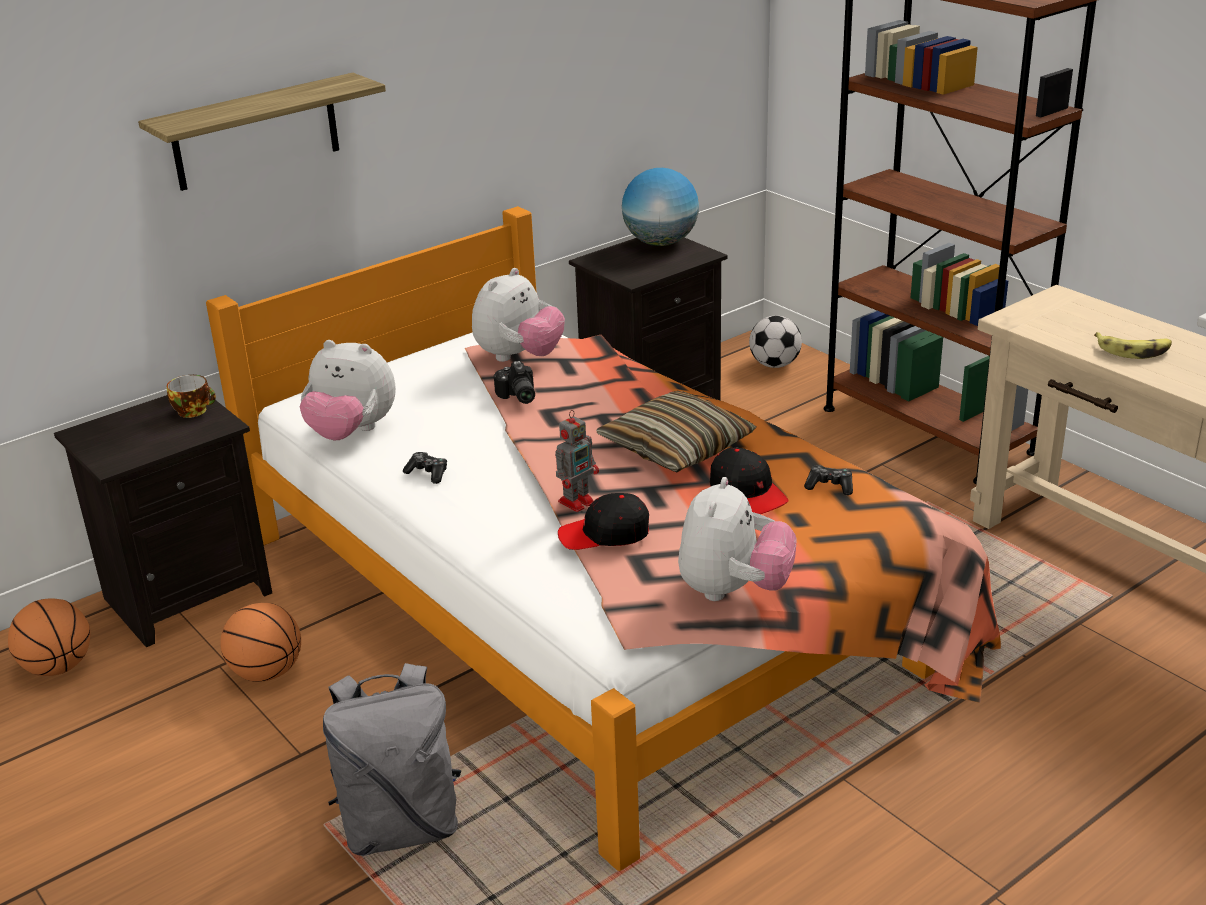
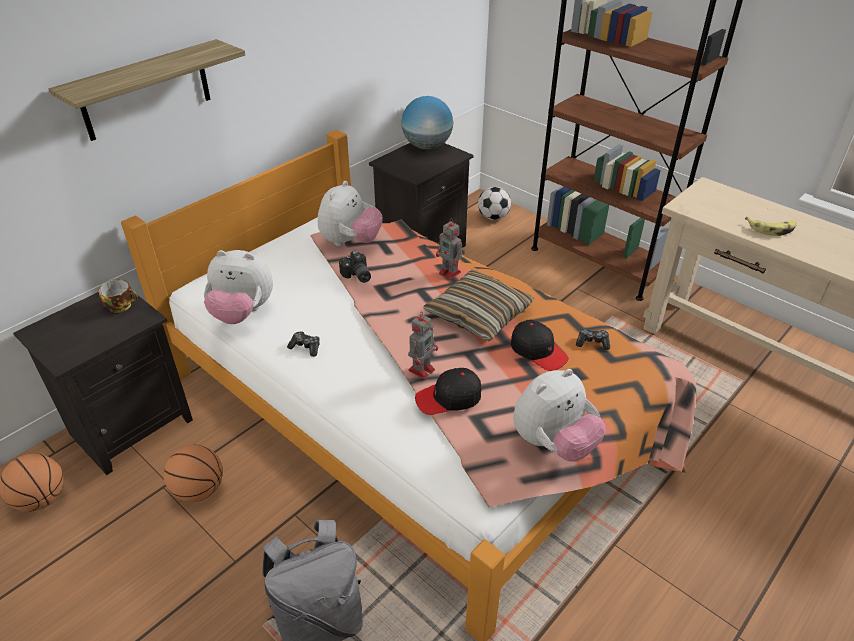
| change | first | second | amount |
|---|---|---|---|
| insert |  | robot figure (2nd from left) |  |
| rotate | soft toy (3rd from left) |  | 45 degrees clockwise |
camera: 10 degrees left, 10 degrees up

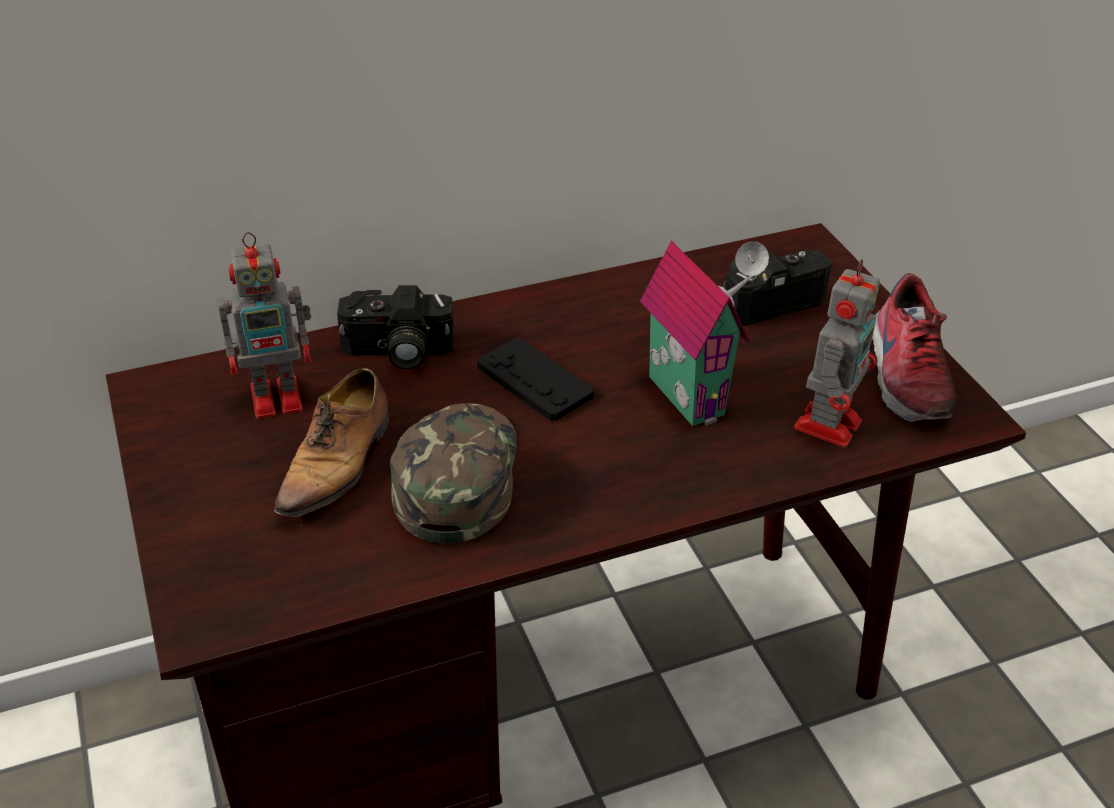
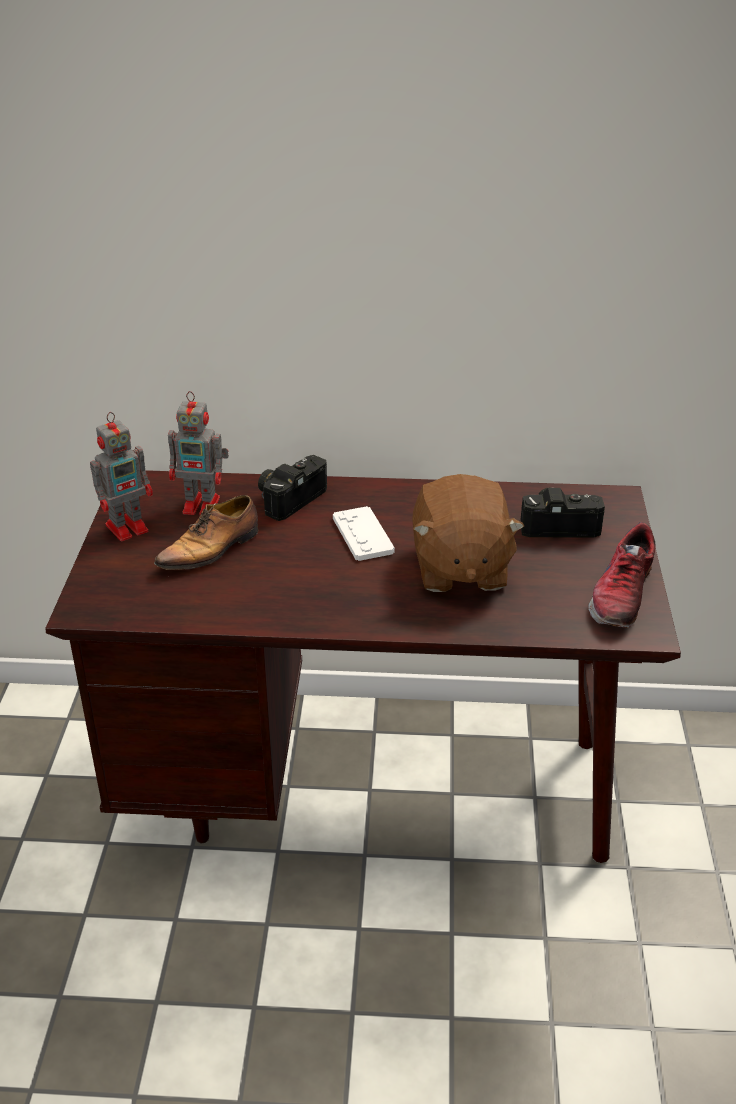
| change | first | second | amount |
|---|---|---|---|
| move | robot figure (2nd from left in the first image) | robot figure (1st from left) |  |
| rotate | photo camera (1st from left) |  | 105 degrees clockwise |
| recolor | game controller/blackish | game controller/white-coloured |  |
| replace | model house | soft toy/brownish |  |
| delete | baseball cap/green |  |  |
camera: 25 degrees right, 5 degrees down

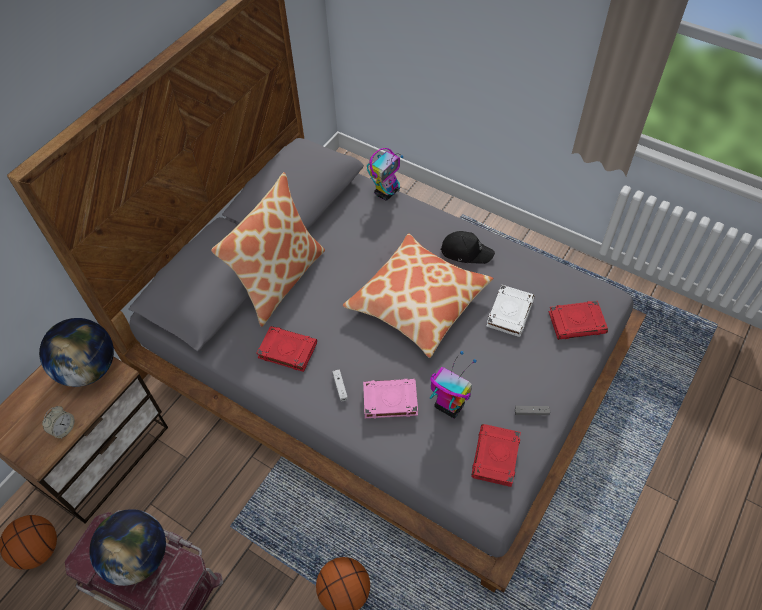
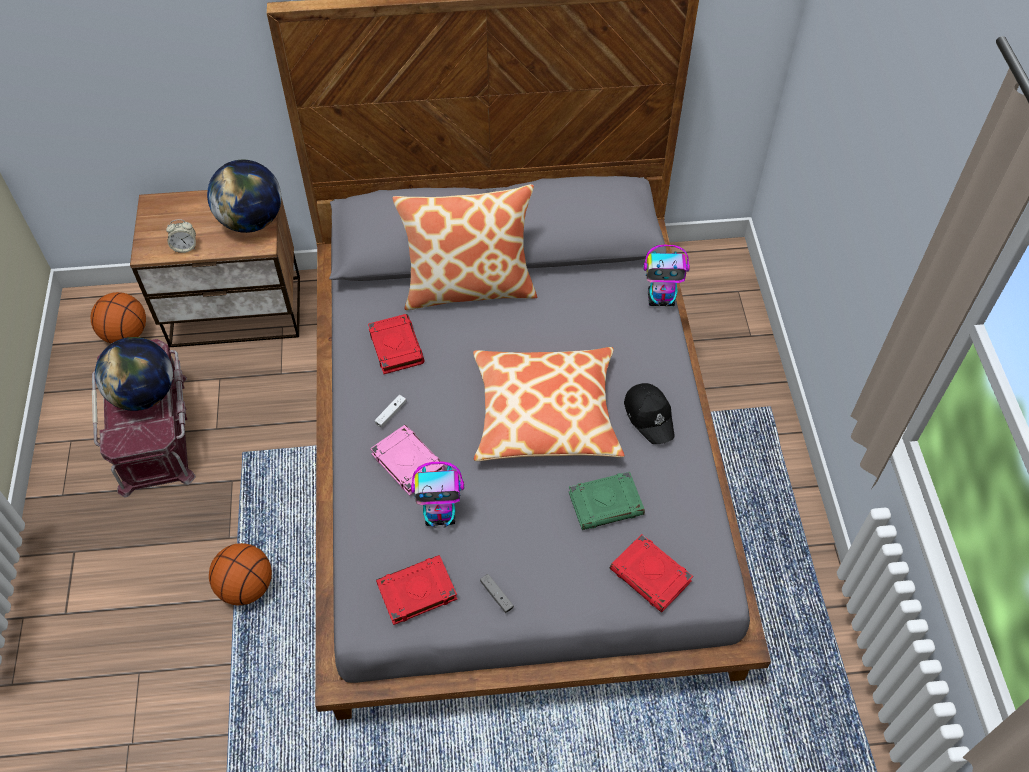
| change | first | second | amount |
|---|---|---|---|
| rotate | robot figure (2nd from left in the first image) | robot figure (1st from left) | 90 degrees clockwise |
| recolor | book/white-coloured | book/green |  |
camera: 50 degrees right, 0 degrees up

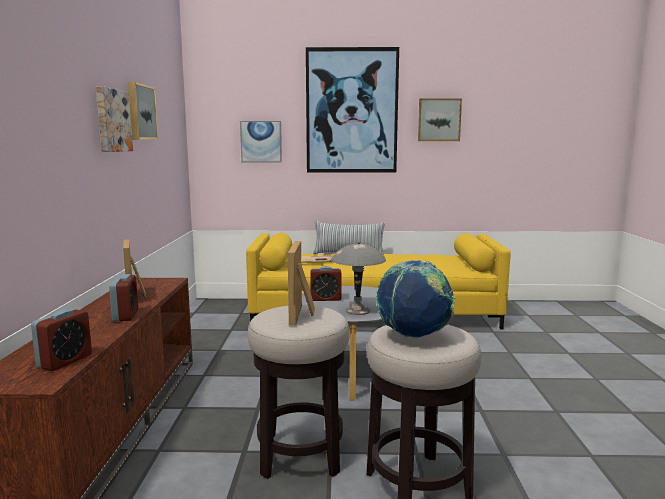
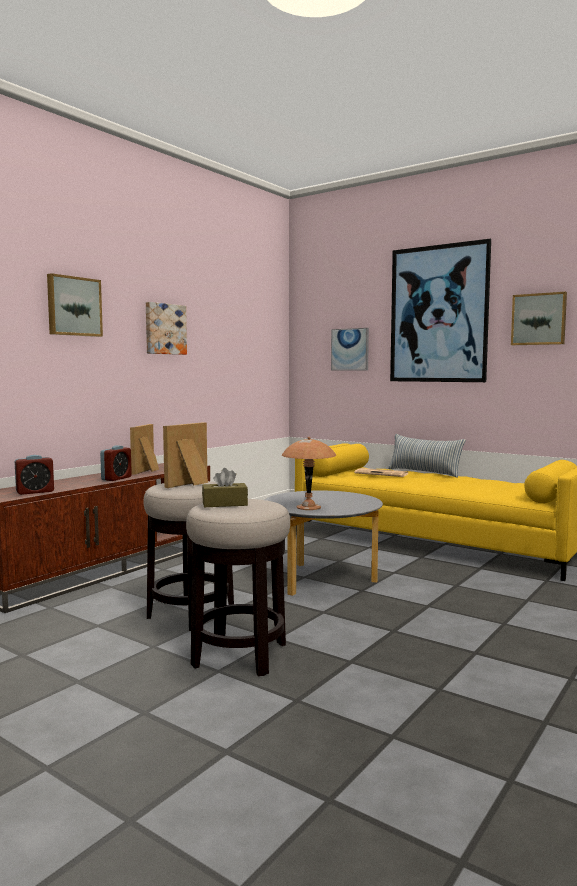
| change | first | second | amount |
|---|---|---|---|
| move | wall art (2nd from left in the first image) | wall art (1st from left) |  |
| replace | world globe | tissue box/brownish |  |
| recolor | table lamp/grey | table lamp/brownish |  |
| delete | alarm clock (3rd from left) |  |  |
camera: 35 degrees right, 5 degrees down

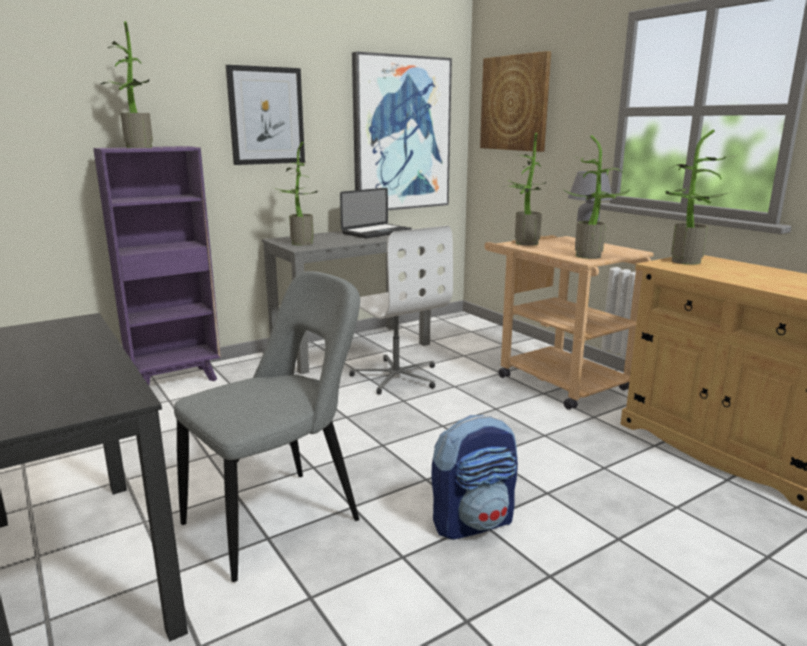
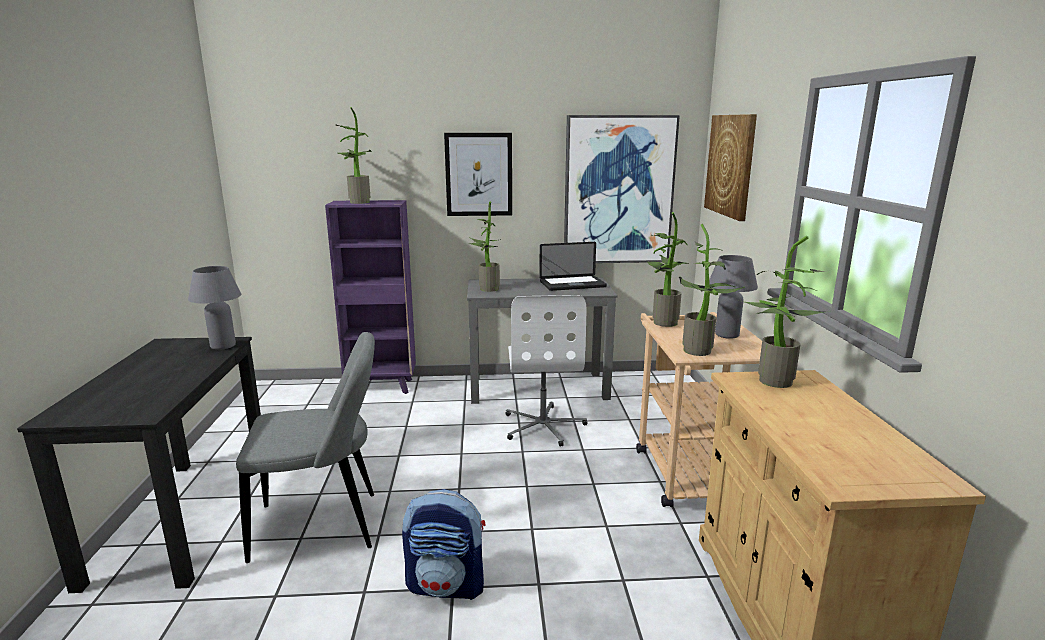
| change | first | second | amount |
|---|---|---|---|
| insert |  | table lamp/grey (1st from left) |  |
camera: 30 degrees right, 0 degrees up

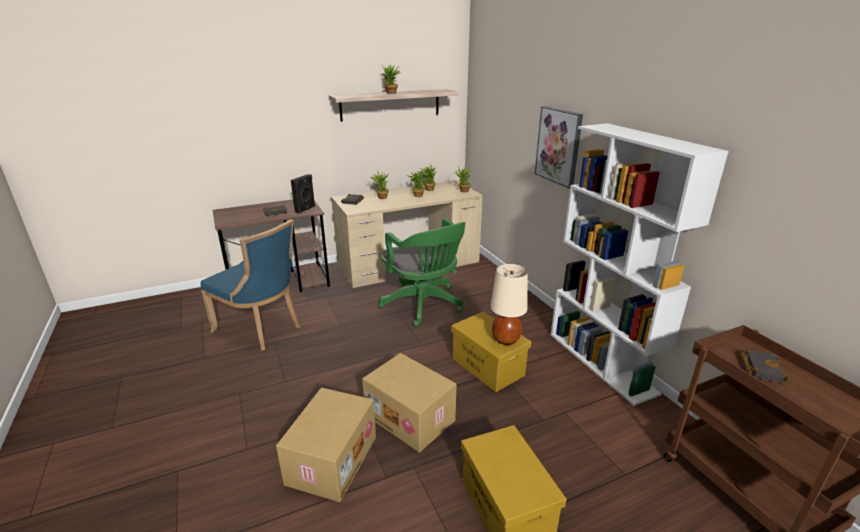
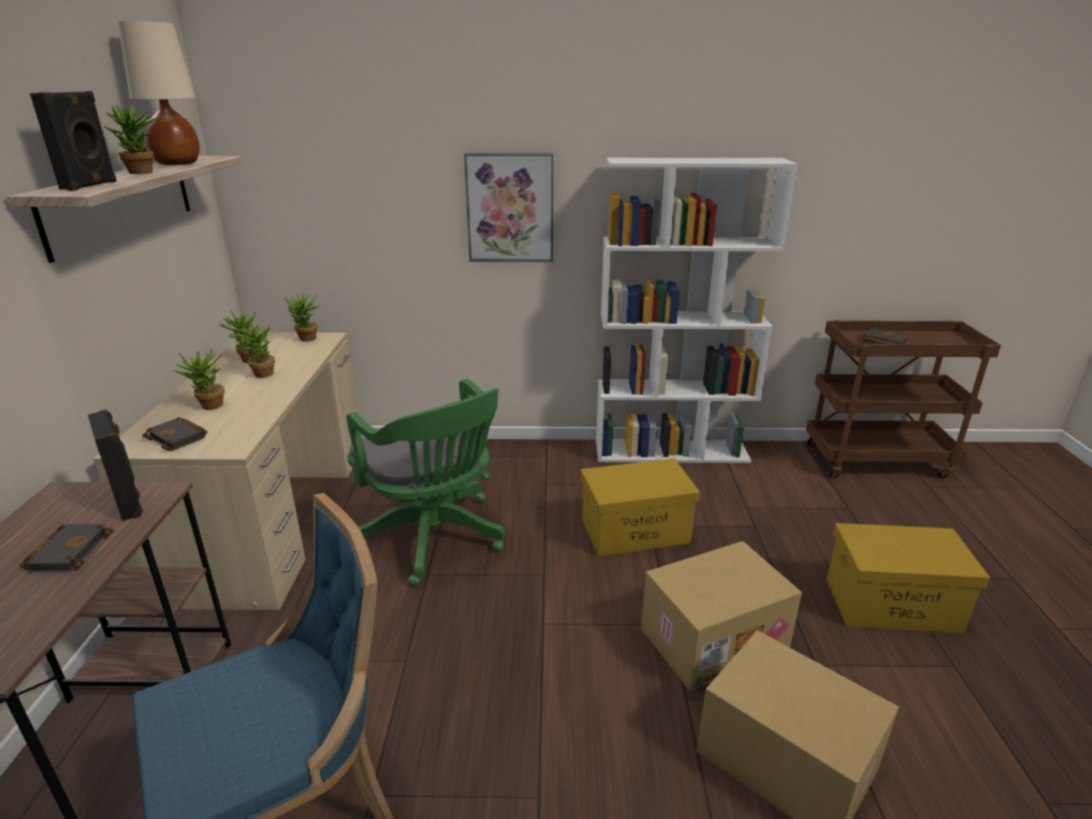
| change | first | second | amount |
|---|---|---|---|
| insert |  | loudspeaker/blackish (1st from left) |  |
| move | table lamp/beige-coloured |  |  |
| rotate | office chair/green |  | 60 degrees clockwise |
camera: 65 degrees left, 0 degrees up

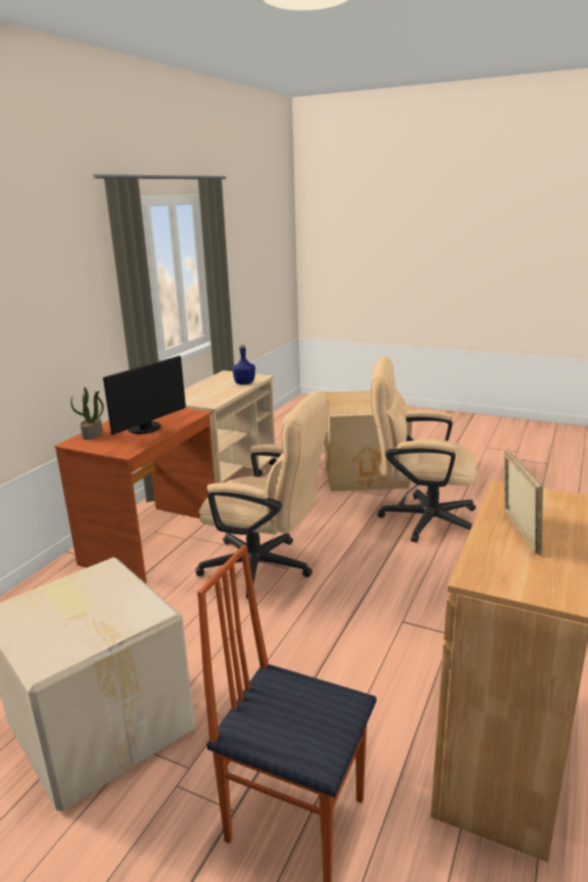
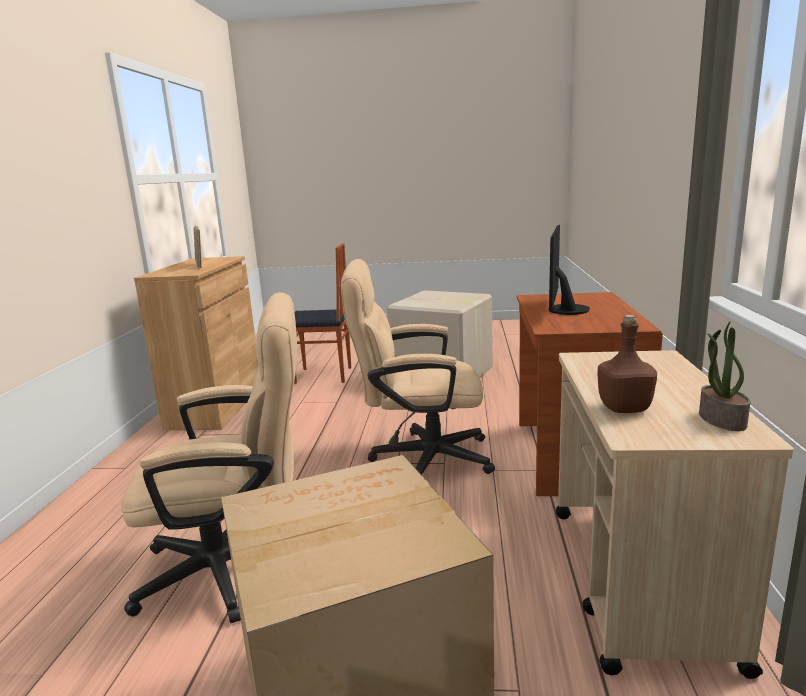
| change | first | second | amount |
|---|---|---|---|
| recolor | drink bottle/blue-coloured | drink bottle/brownish |  |
| move | potted plant |  |  |
camera: 160 degrees right, 5 degrees down

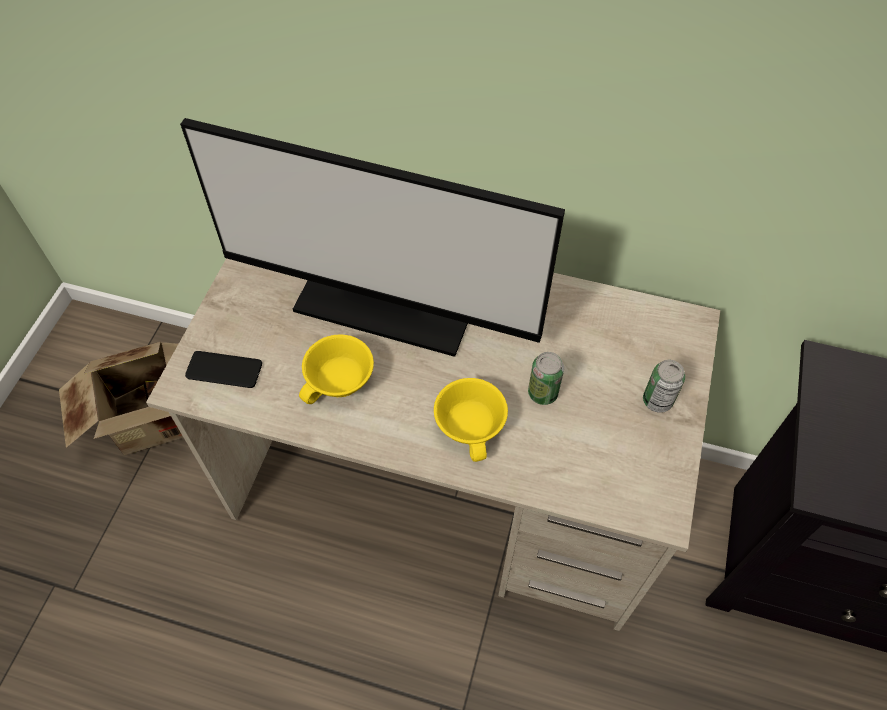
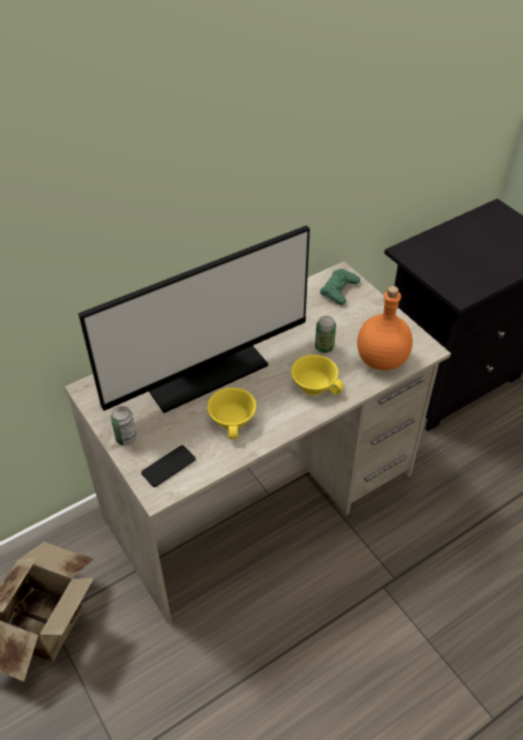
| change | first | second | amount |
|---|---|---|---|
| move | metal can (2nd from left in the first image) | metal can (1st from left) |  |
| insert |  | game controller/green |  |
| insert |  | drink bottle/orangey |  |
camera: 50 degrees left, 10 degrees down

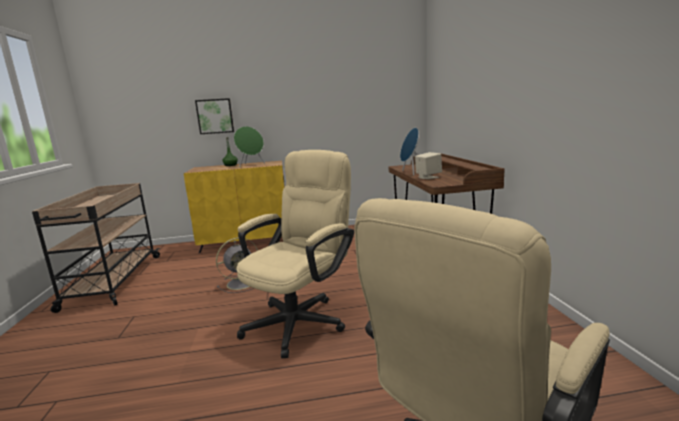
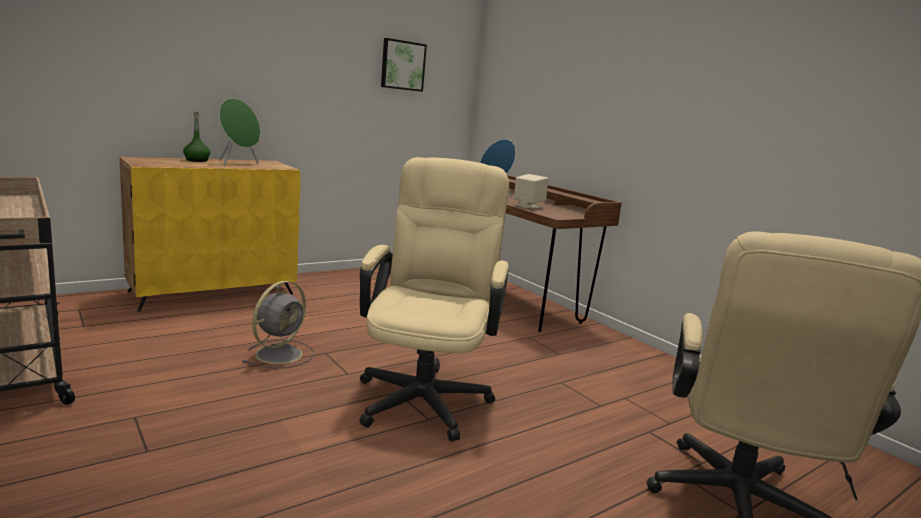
| change | first | second | amount |
|---|---|---|---|
| move | wall art |  |  |
camera: 30 degrees left, 0 degrees up

